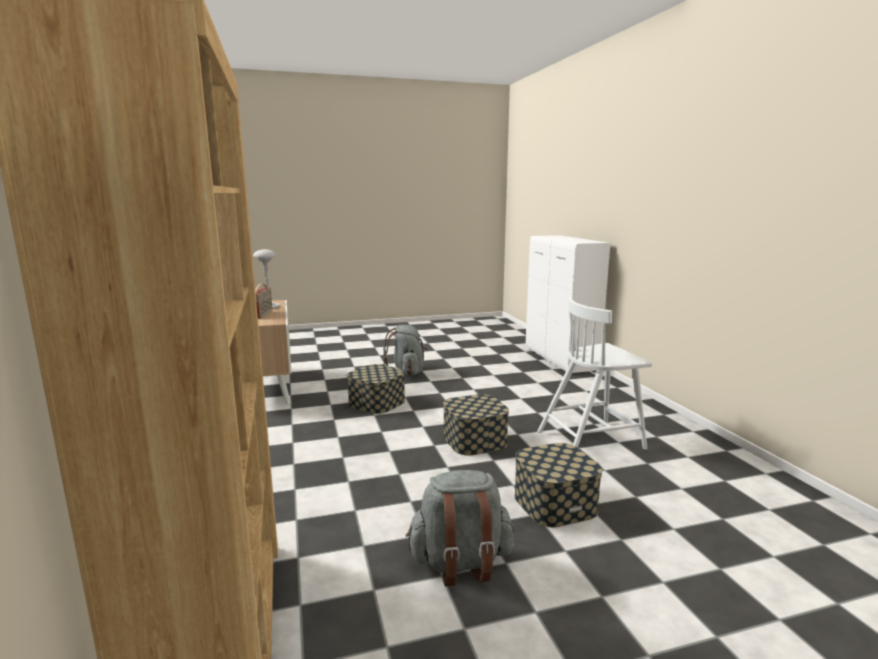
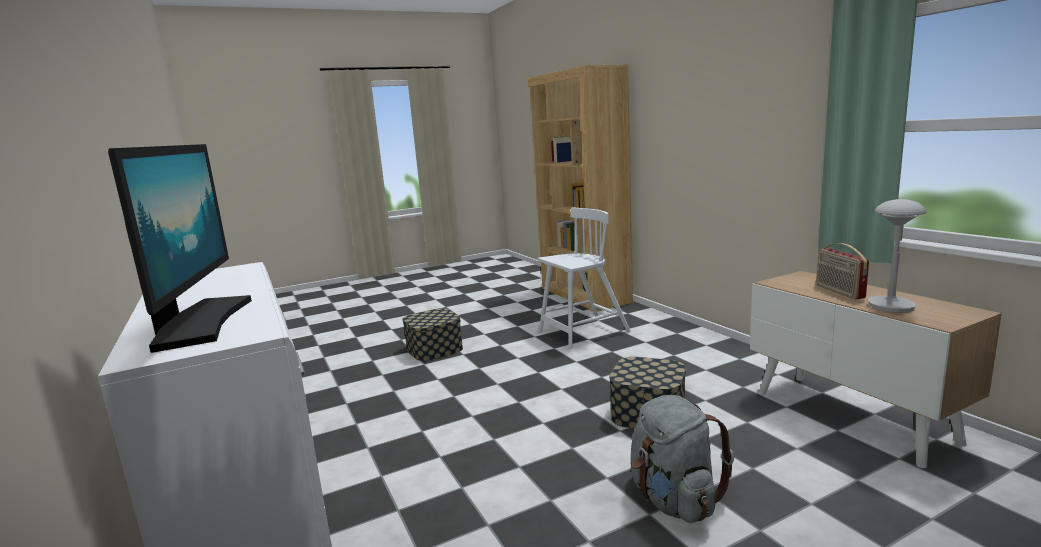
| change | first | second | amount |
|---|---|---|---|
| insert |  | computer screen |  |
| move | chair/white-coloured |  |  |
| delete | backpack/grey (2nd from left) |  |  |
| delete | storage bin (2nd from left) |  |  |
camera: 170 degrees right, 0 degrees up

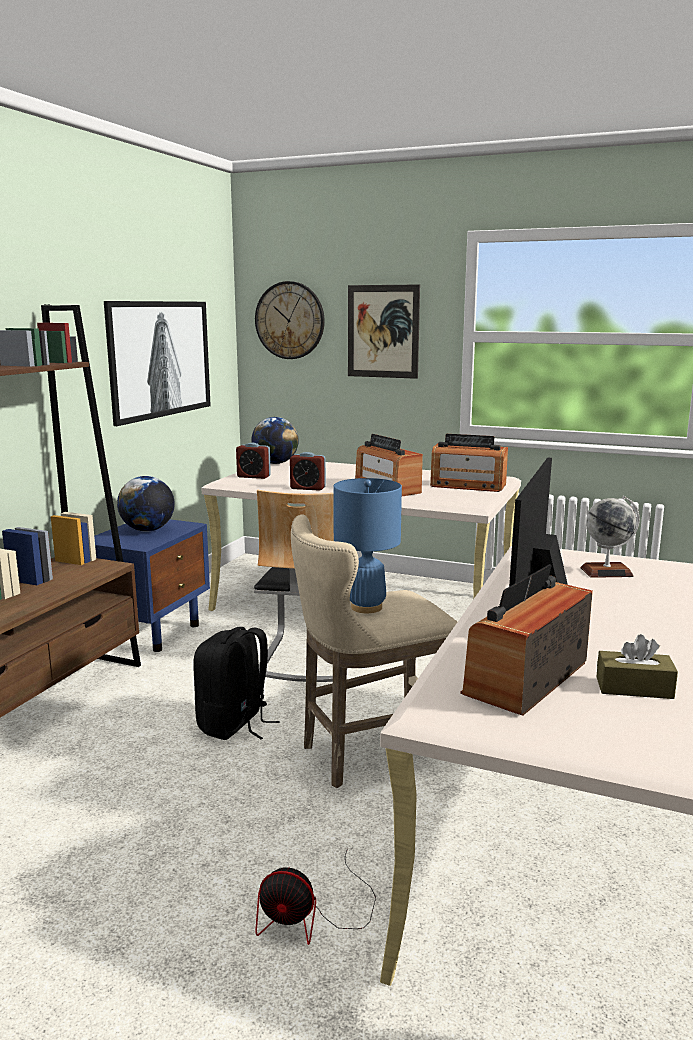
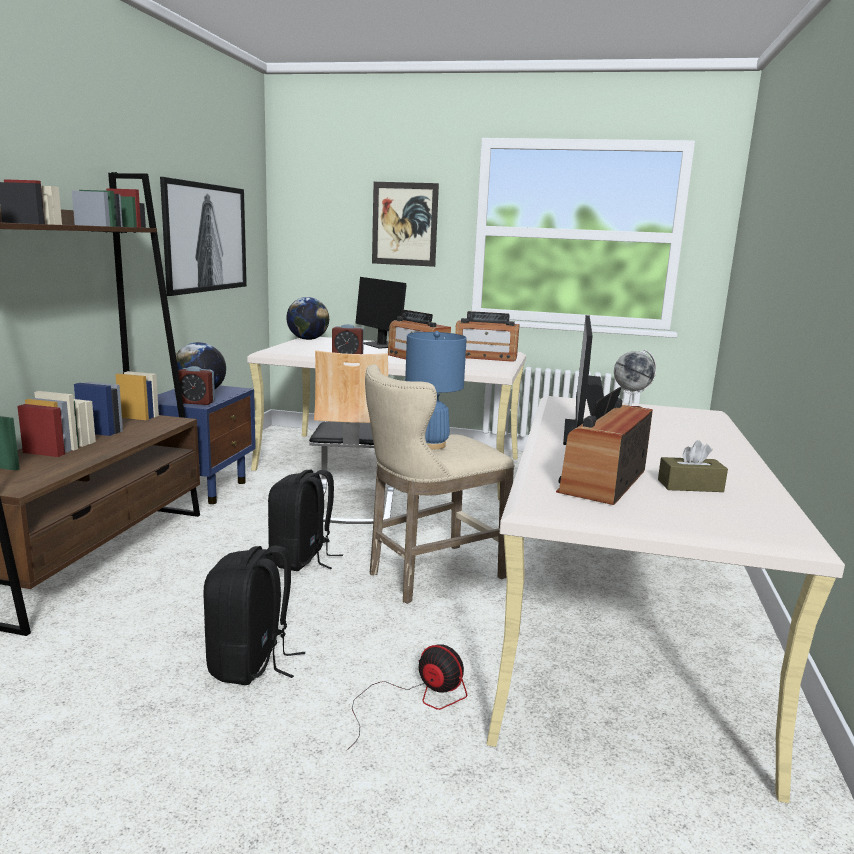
| change | first | second | amount |
|---|---|---|---|
| move | alarm clock (1st from left) |  |  |
| insert |  | backpack/blackish (1st from left) |  |
| rotate | cooling fan |  | 150 degrees counterclockwise |
| insert |  | computer screen (1st from left) |  |
| delete | hanging clock |  |  |
camera: 10 degrees left, 0 degrees up

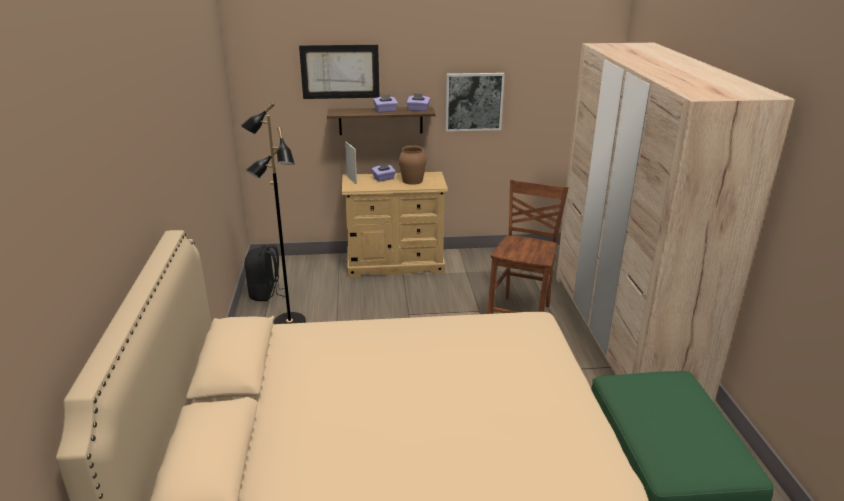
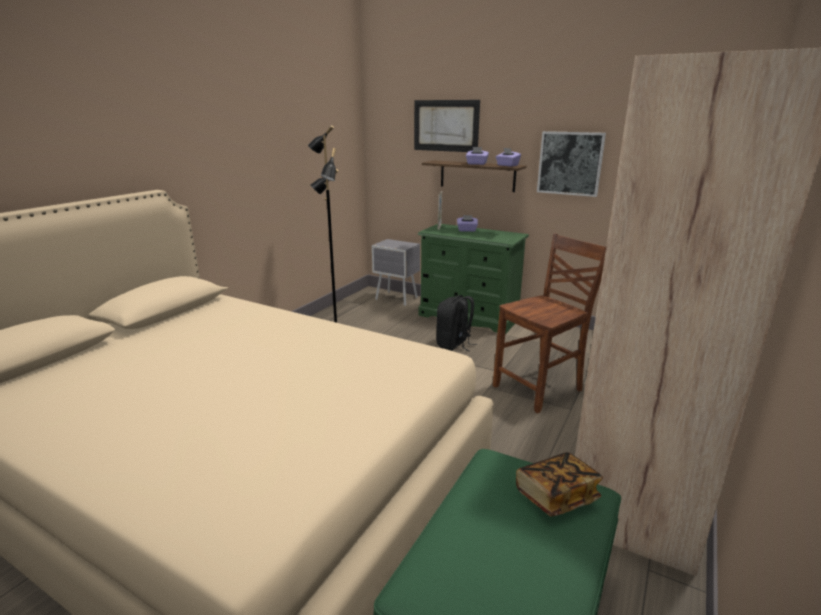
| change | first | second | amount |
|---|---|---|---|
| insert |  | nightstand/grey |  |
| recolor | dresser/beige-coloured | dresser/green |  |
| move | backpack/blackish |  |  |
| insert |  | book |  |
| delete | flower vase/brownish |  |  |
camera: 35 degrees right, 5 degrees down

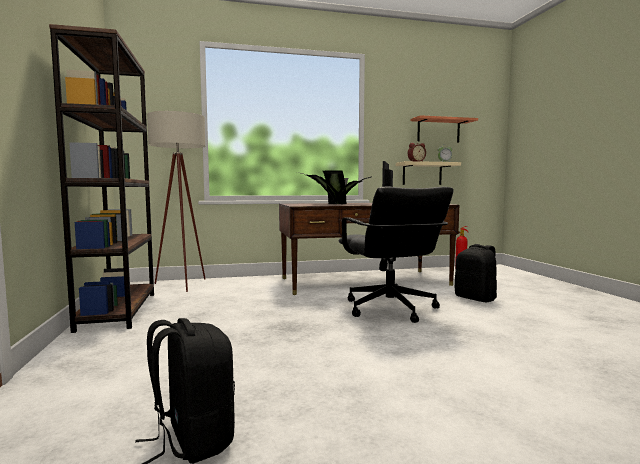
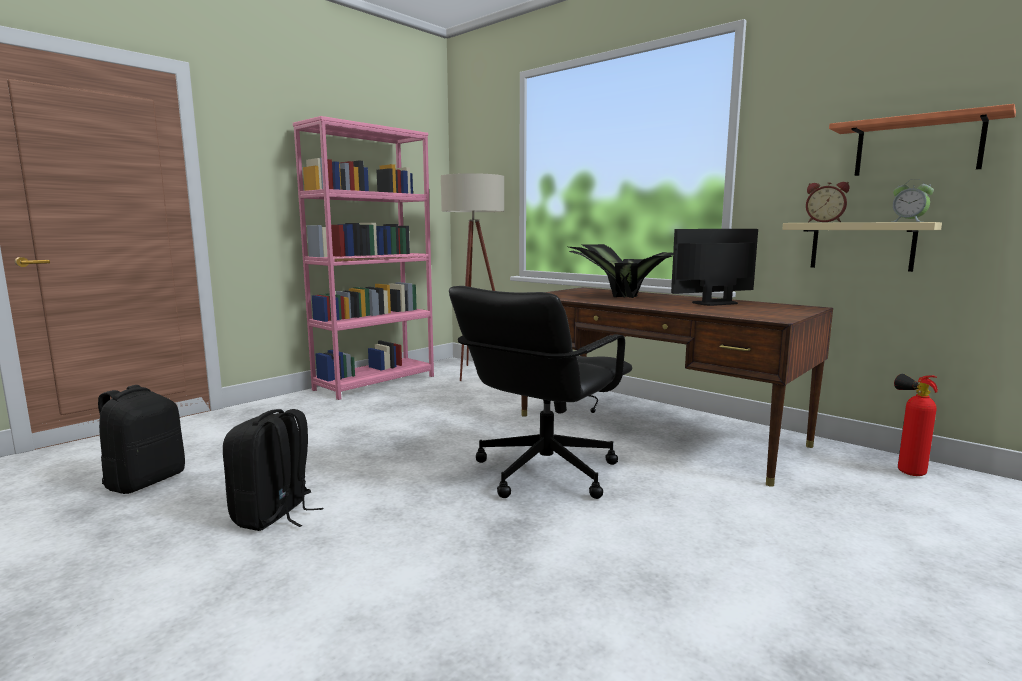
| change | first | second | amount |
|---|---|---|---|
| move | backpack/blackish (2nd from left) |  |  |
| recolor | bookshelf/brownish | bookshelf/pink |  |
camera: 55 degrees right, 5 degrees up

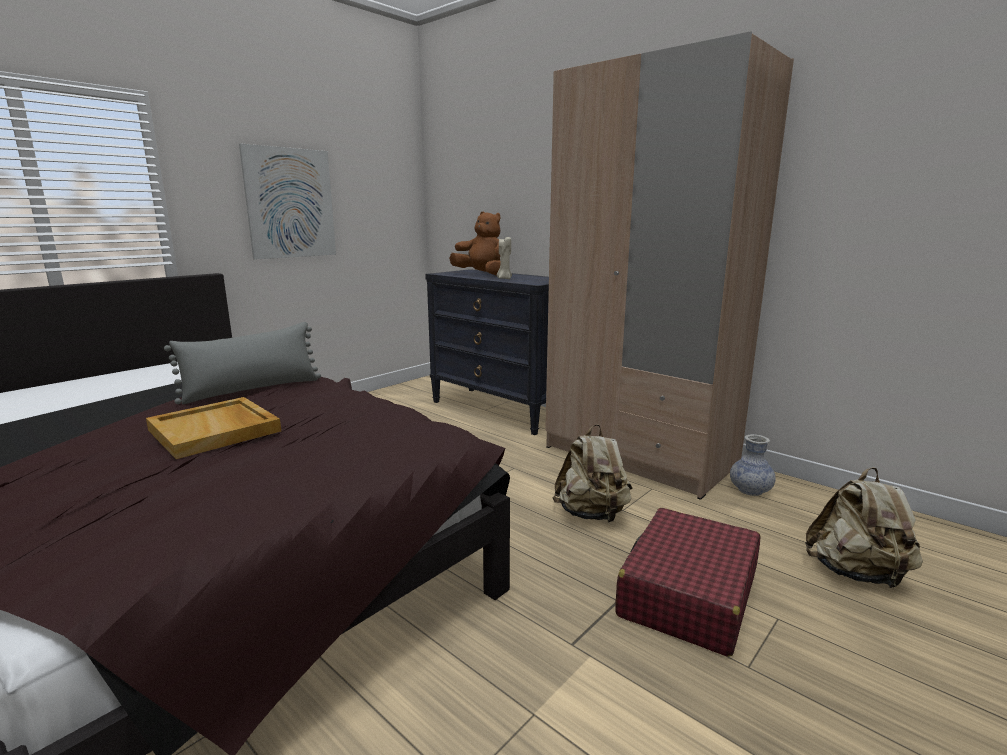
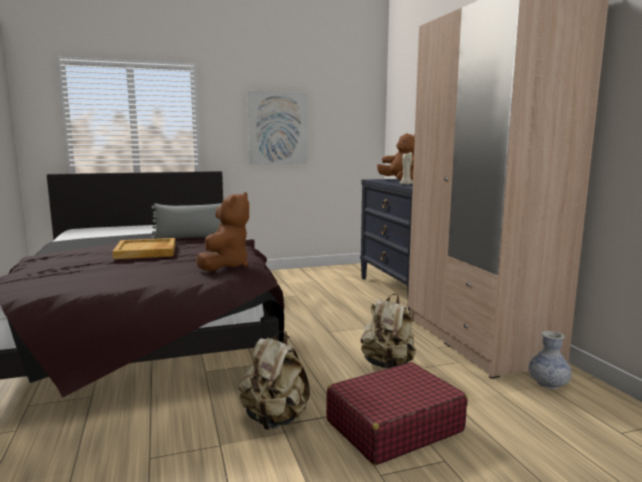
| change | first | second | amount |
|---|---|---|---|
| insert |  | soft toy/brownish (1st from left) |  |
| move | backpack/beige-coloured (2nd from left in the first image) | backpack/beige-coloured (1st from left) |  |
camera: 30 degrees right, 5 degrees down

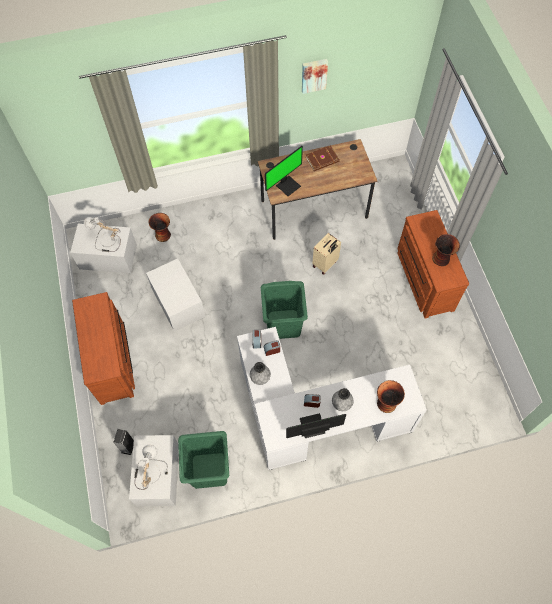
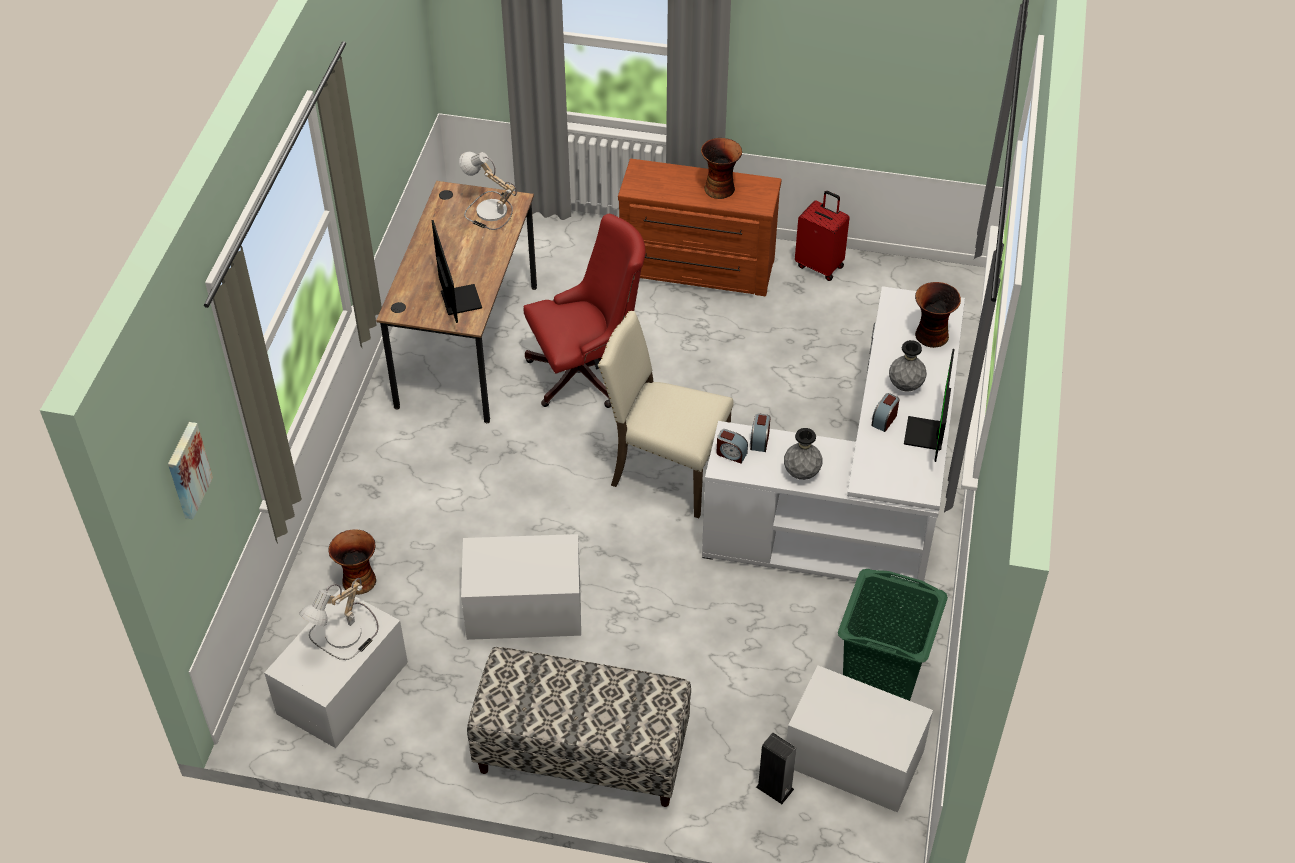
| change | first | second | amount |
|---|---|---|---|
| move | wall art |  |  |
| move | table lamp (2nd from left) |  |  |
| replace | dresser/brownish (1st from left) | indoor bench |  |
| replace | piece of luggage/beige-coloured | office chair/red-coloured |  |
| replace | laundry basket/green (2nd from left) | chair/beige-coloured |  |
| insert |  | piece of luggage/red-coloured |  |
| delete | book/brownish |  |  |
camera: 65 degrees left, 15 degrees down

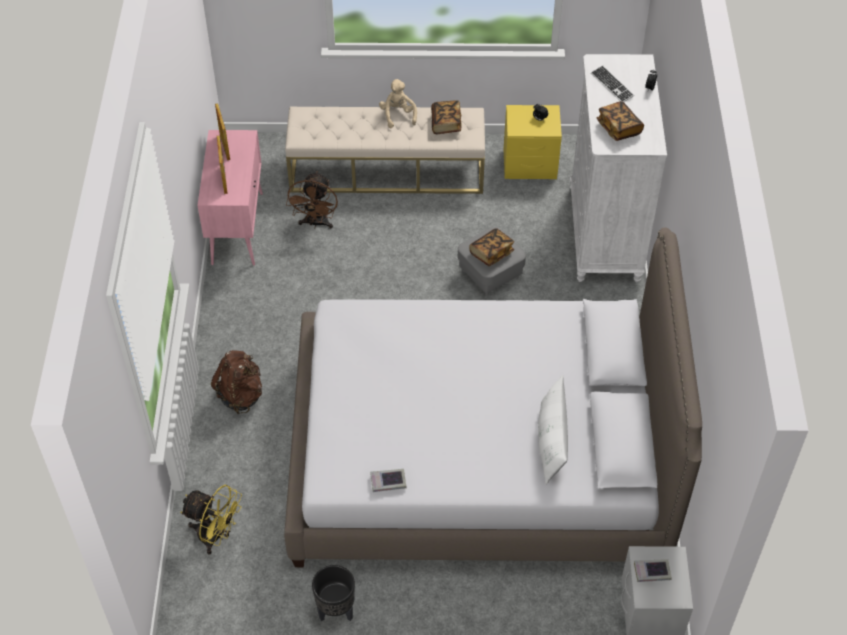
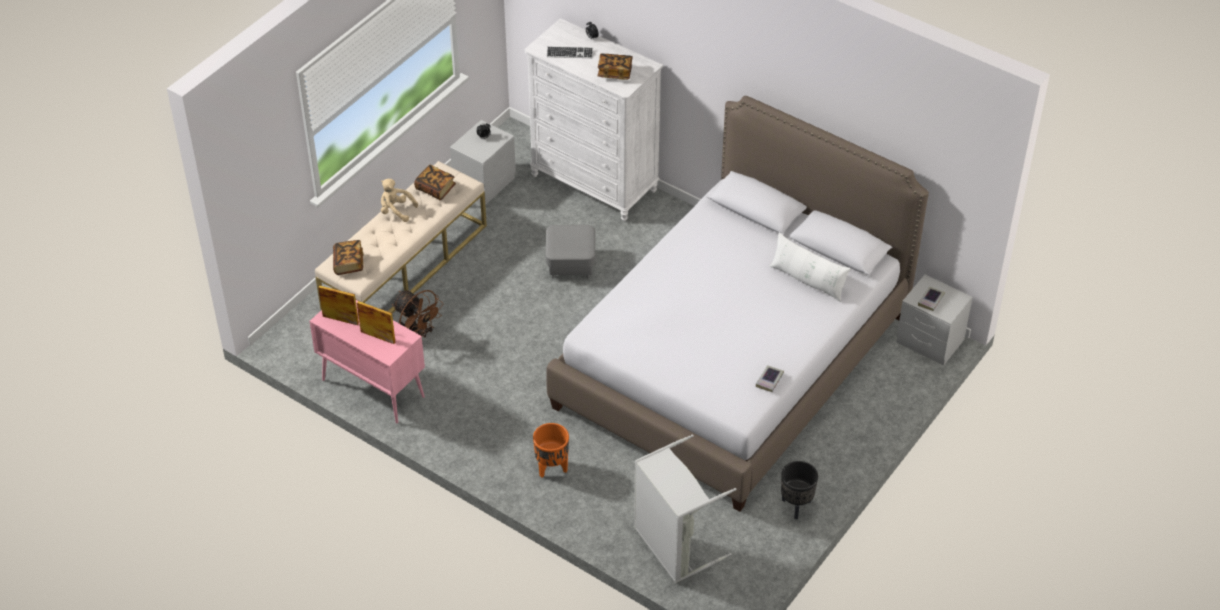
| change | first | second | amount |
|---|---|---|---|
| move | book (3rd from left in the first image) | book (1st from left) |  |
| recolor | nightstand/yellow-coloured | nightstand/grey (1st from left) |  |
| replace | backpack/brownish | plant pot/orangey |  |
| replace | cooling fan/yellow-coloured | laundry basket/grey |  |
camera: 55 degrees left, 5 degrees down

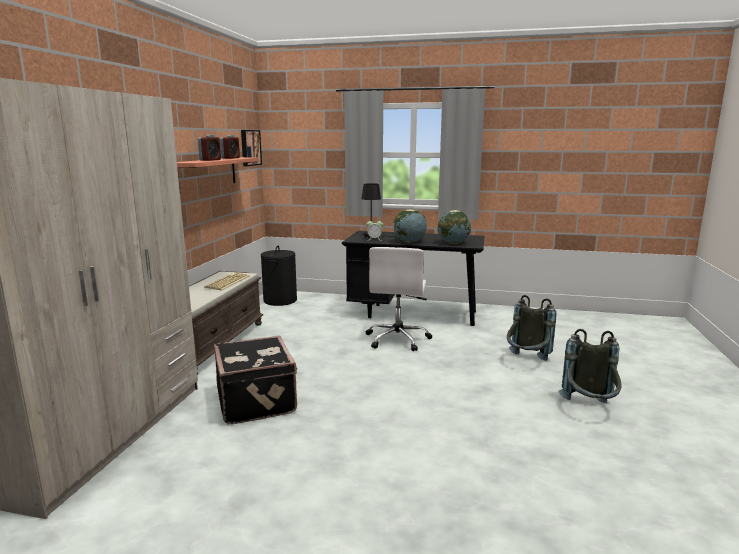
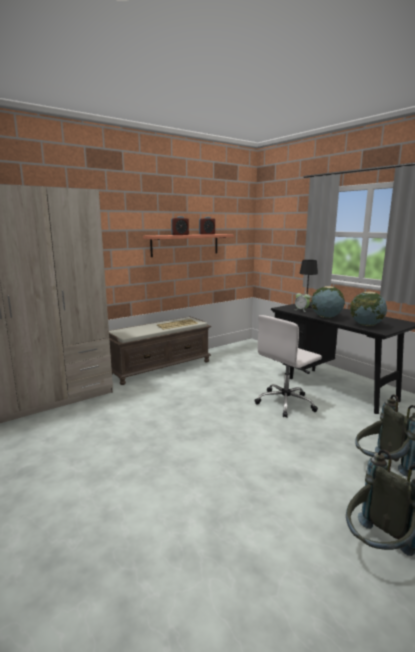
| change | first | second | amount |
|---|---|---|---|
| delete | piece of luggage/blackish |  |  |
| delete | wall art |  |  |
| delete | laundry basket/blackish |  |  |
camera: 40 degrees right, 0 degrees up

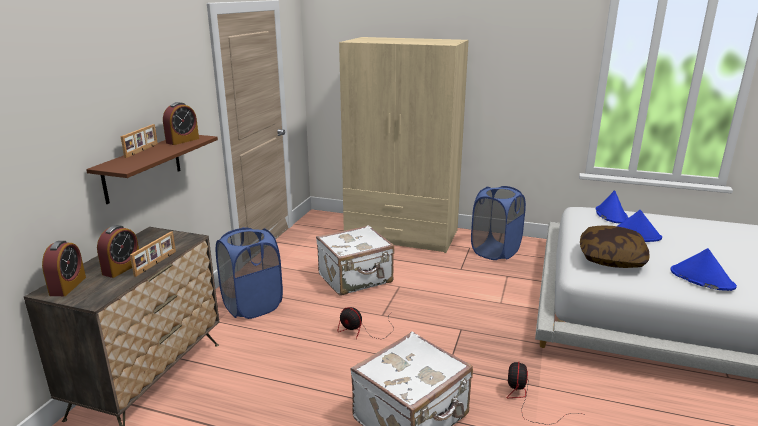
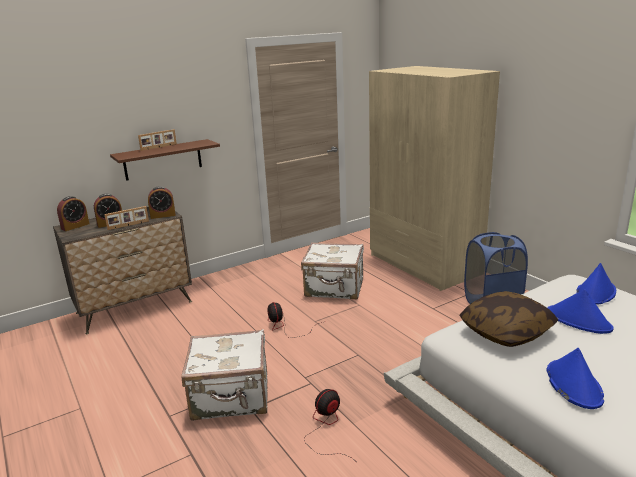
| change | first | second | amount |
|---|---|---|---|
| move | alarm clock (3rd from left) |  |  |
| delete | laundry basket/blue-coloured (1st from left) |  |  |
camera: 40 degrees right, 0 degrees up

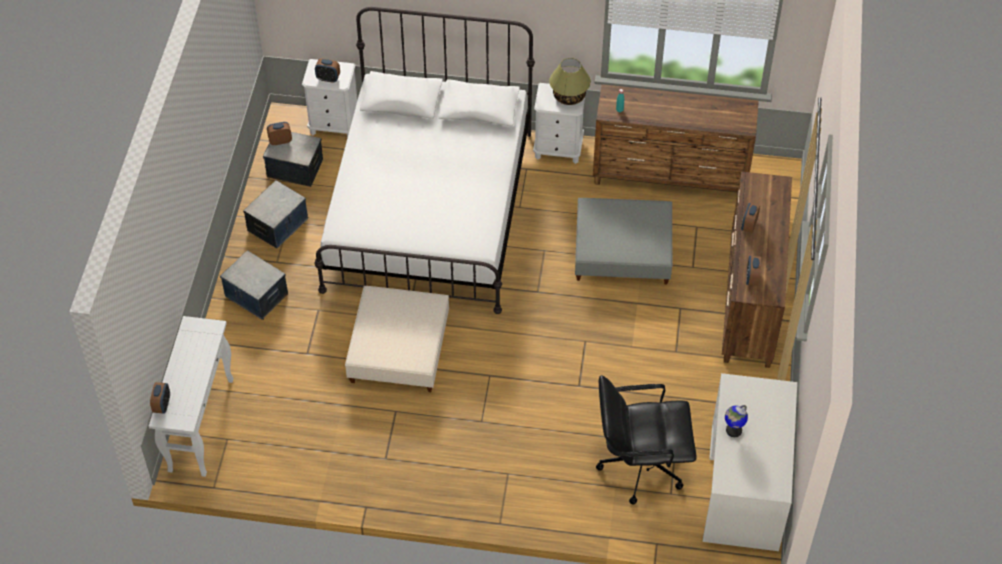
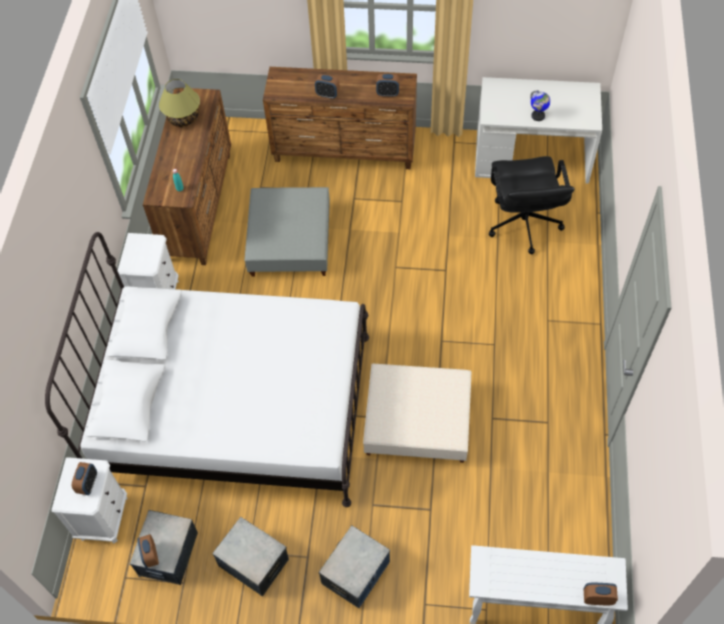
| change | first | second | amount |
|---|---|---|---|
| move | table lamp |  |  |
camera: 90 degrees left, 5 degrees up

